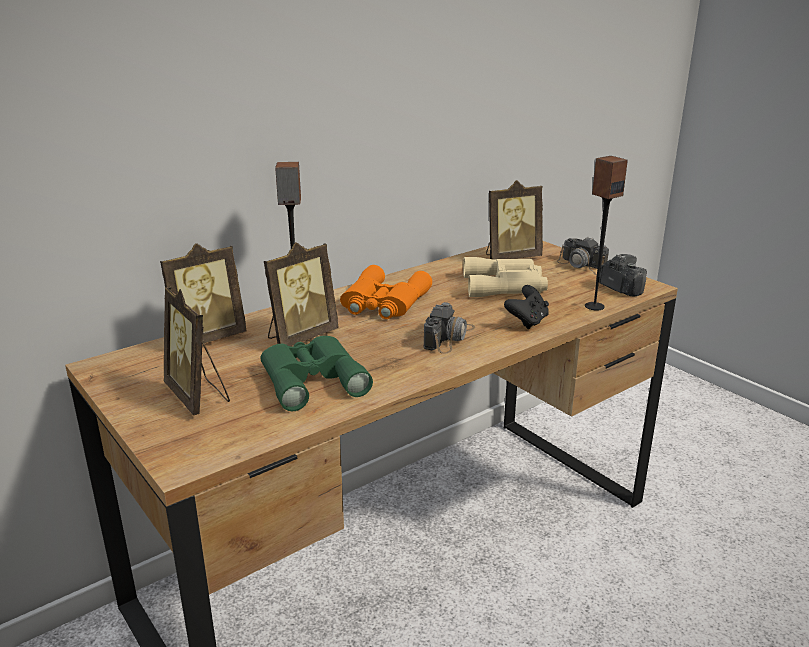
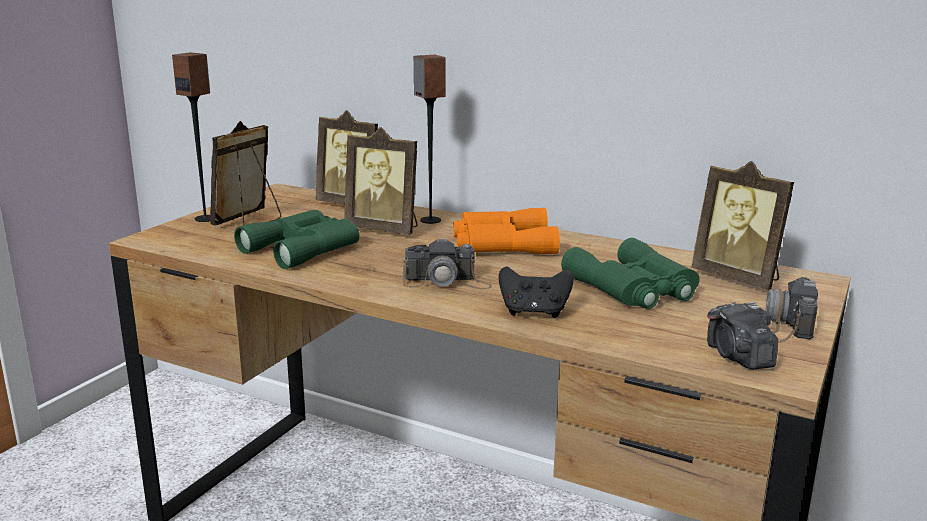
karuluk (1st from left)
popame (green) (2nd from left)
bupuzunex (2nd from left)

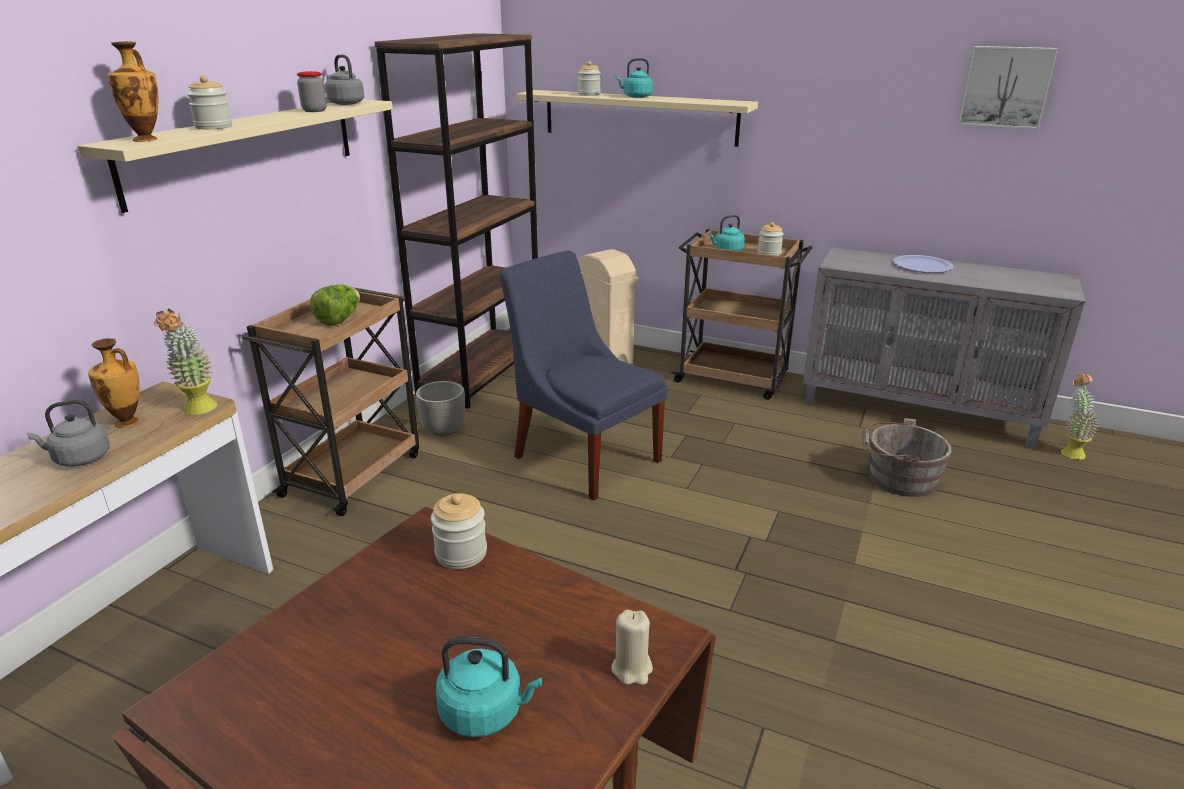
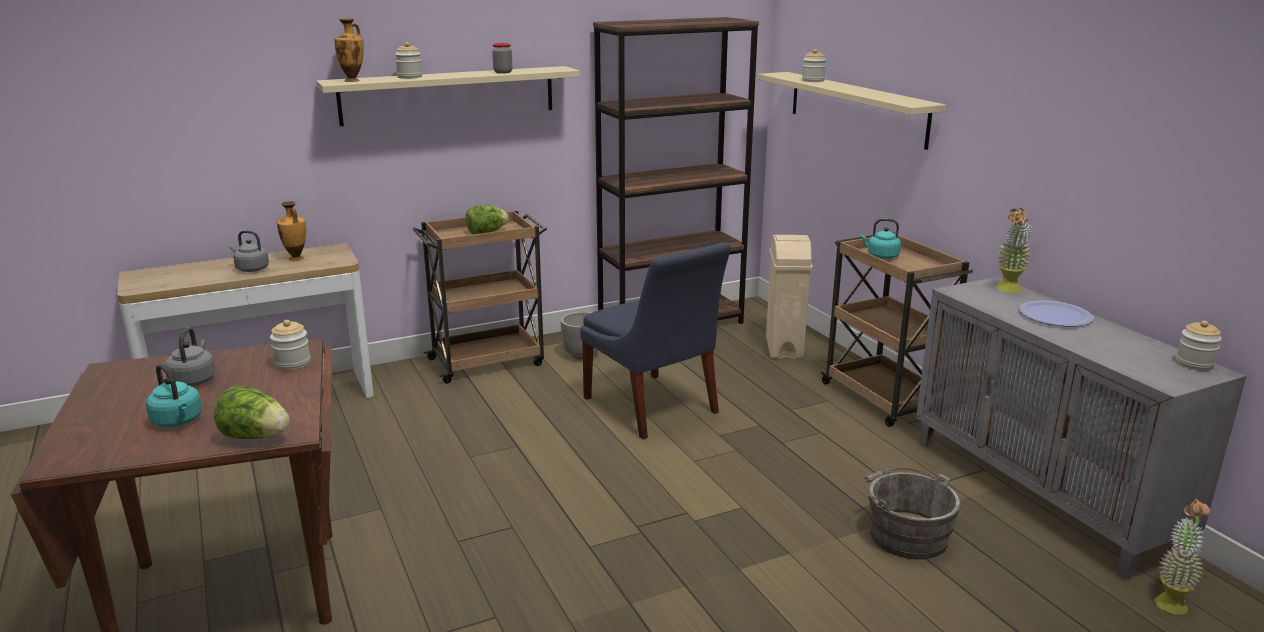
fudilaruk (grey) (1st from left)
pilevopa (1st from left)
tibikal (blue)
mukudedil (1st from left)
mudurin (5th from left)
fudilaruk (turquoise) (2nd from left in the first image)
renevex

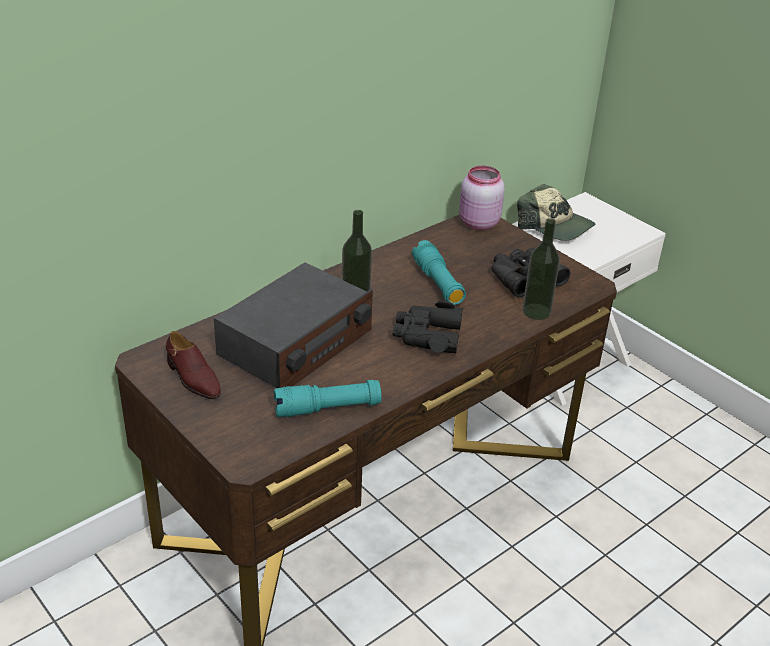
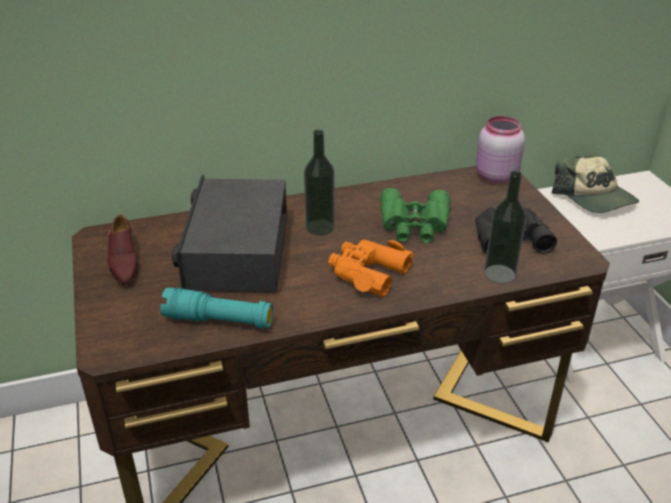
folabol
popame (orange)
popame (green)

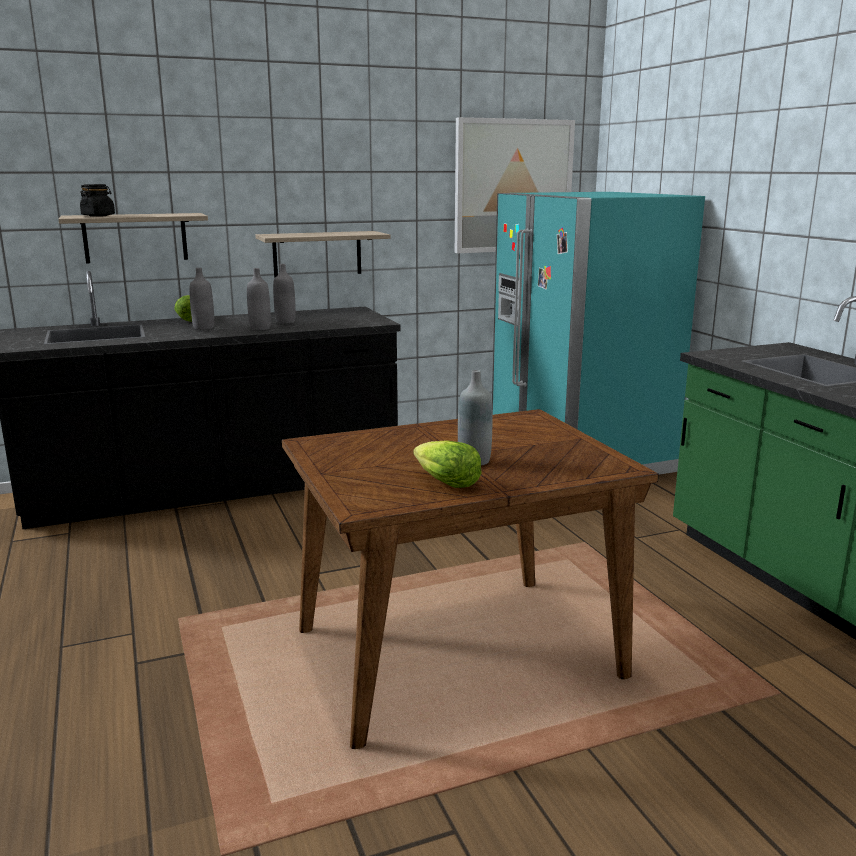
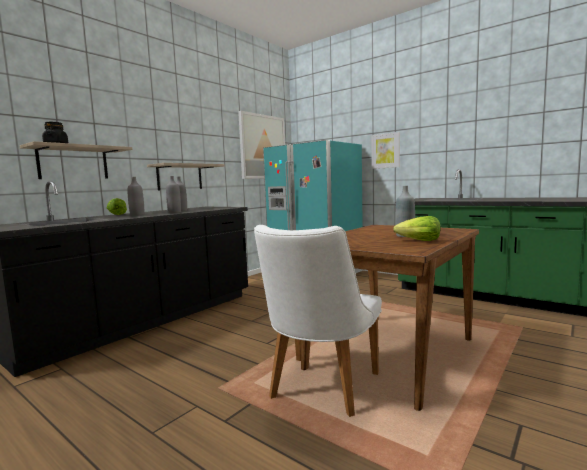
tibikal (white)
renevex (2nd from left)

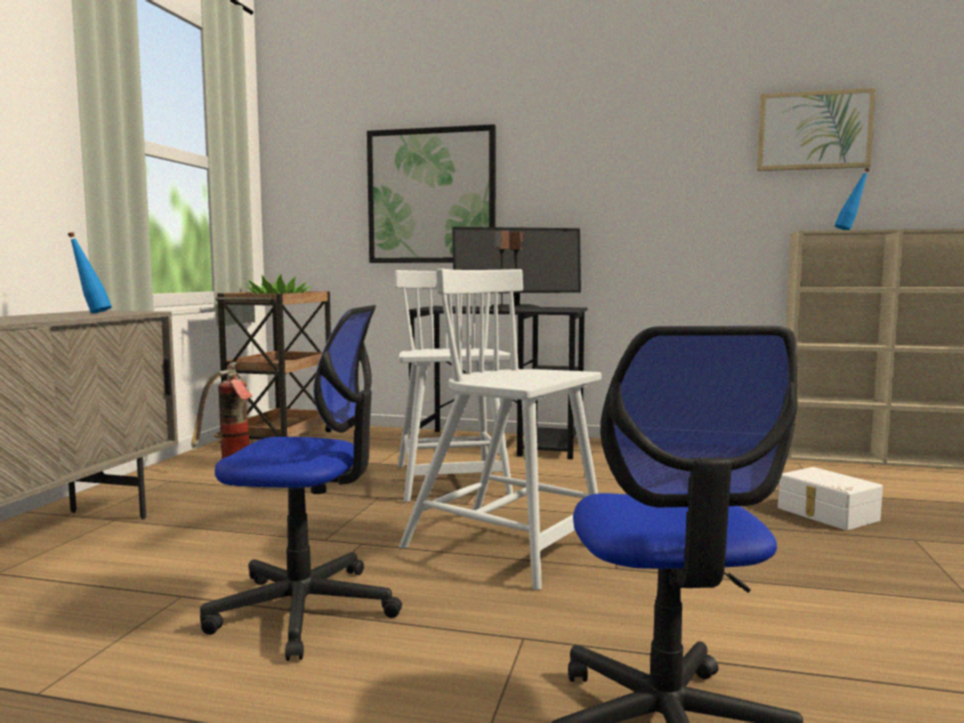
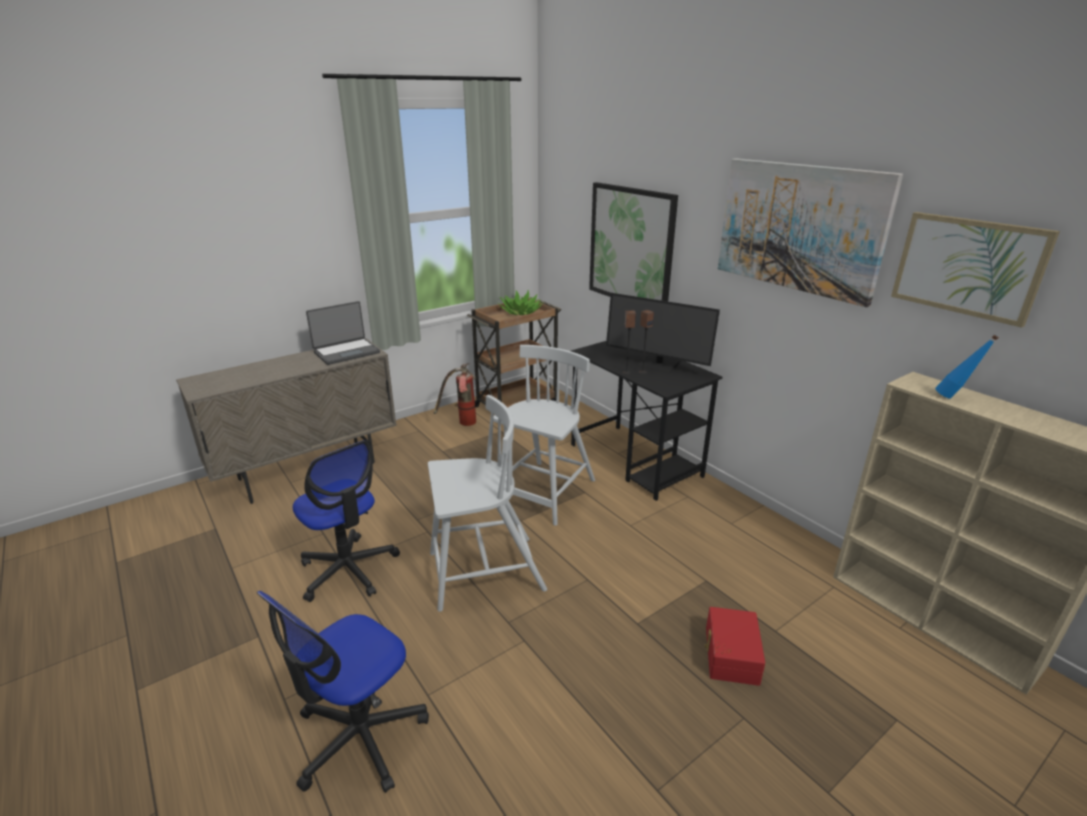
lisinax
tibikal (white) (1st from left)
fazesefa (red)
renevex (2nd from left)

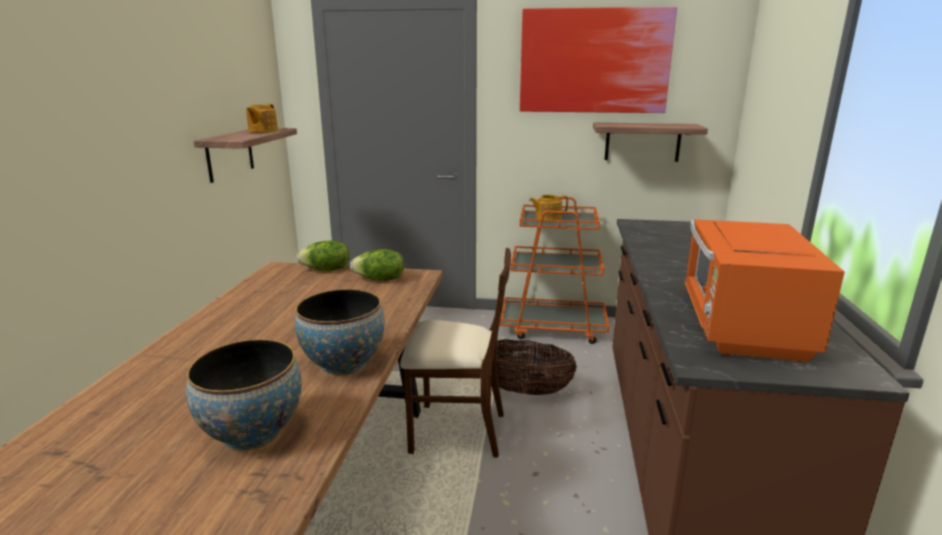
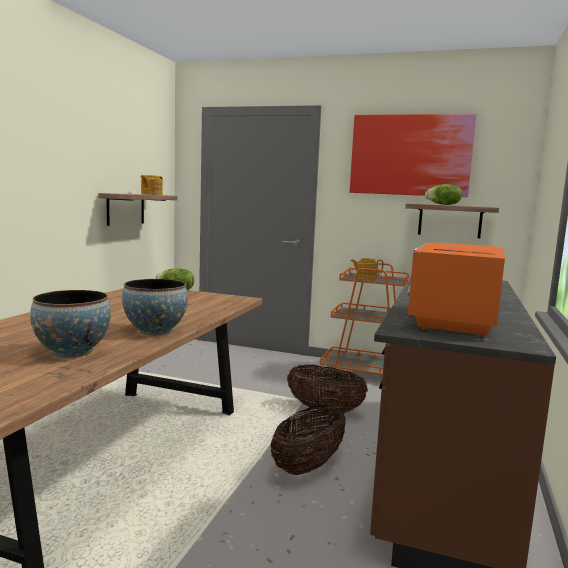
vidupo (1st from left)
pilevopa (2nd from left)
tibikal (beige)

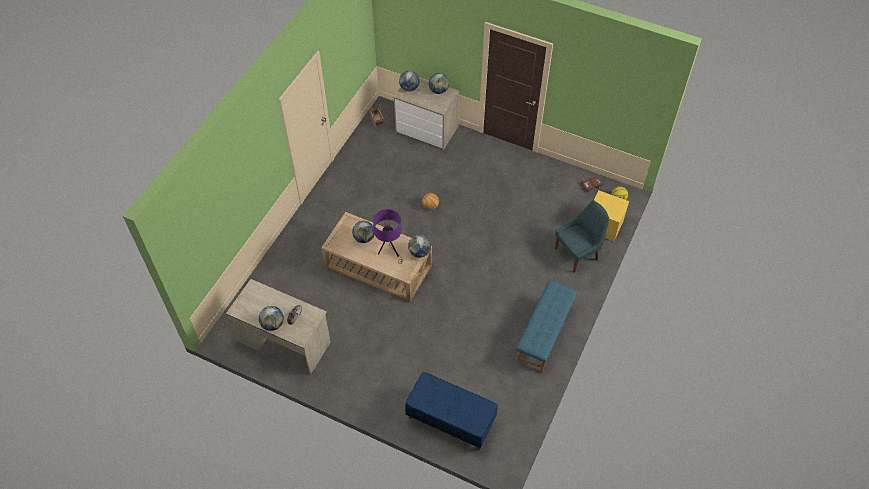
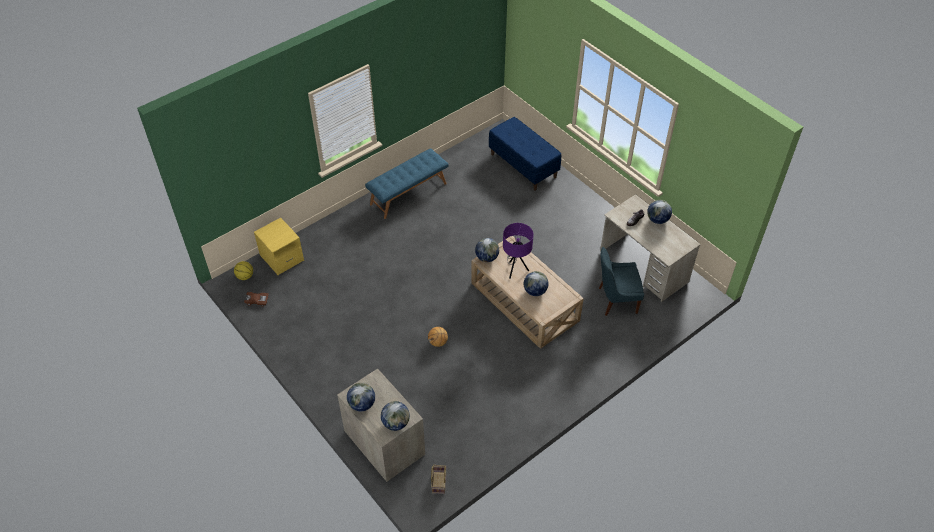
tibikal (blue)

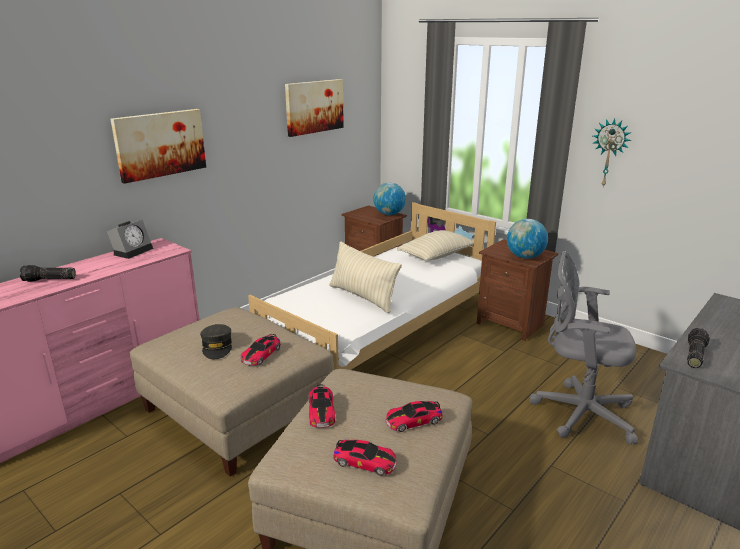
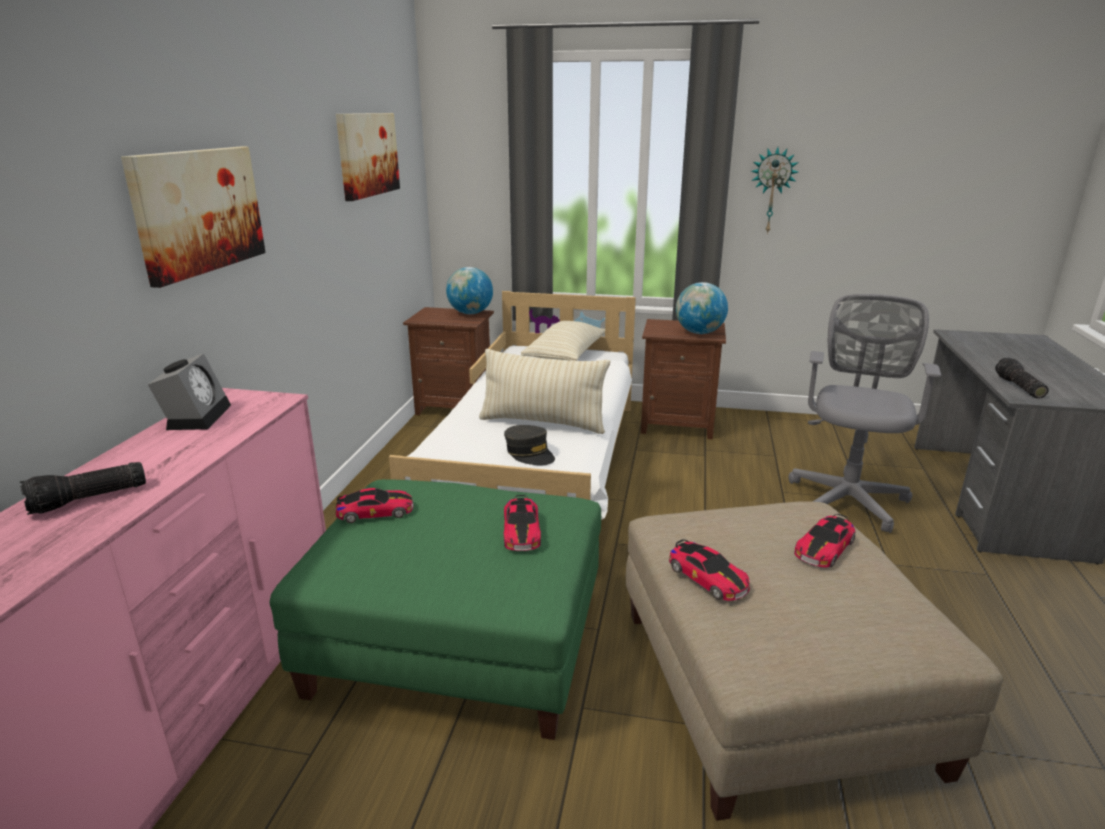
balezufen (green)
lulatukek (1st from left)
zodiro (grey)
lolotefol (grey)

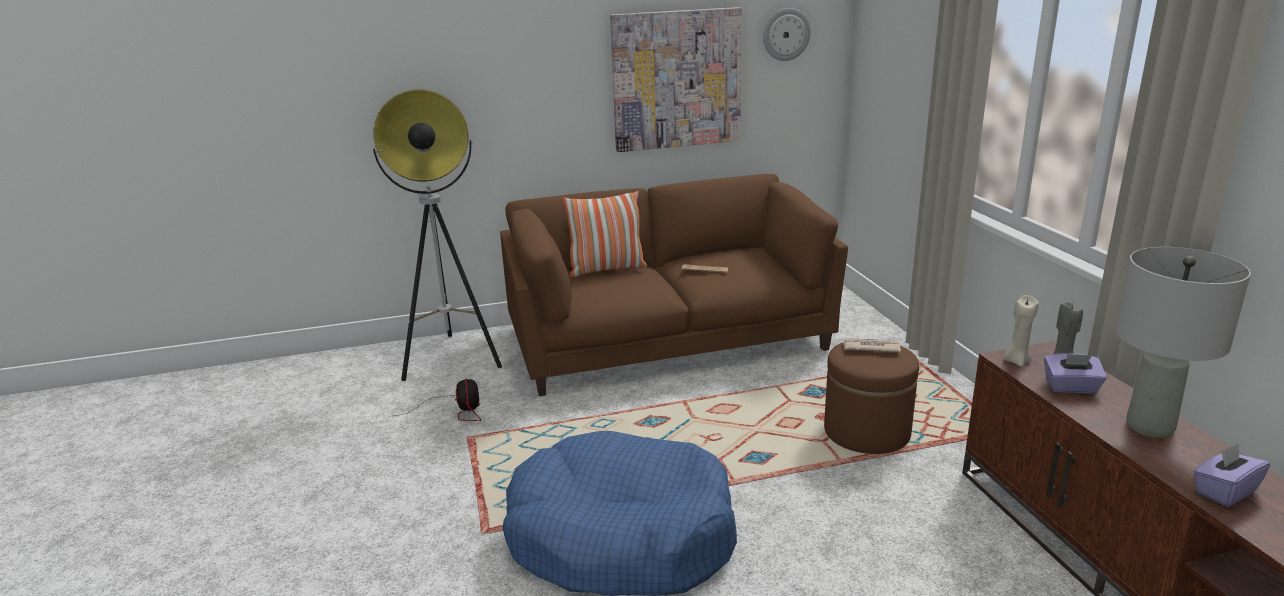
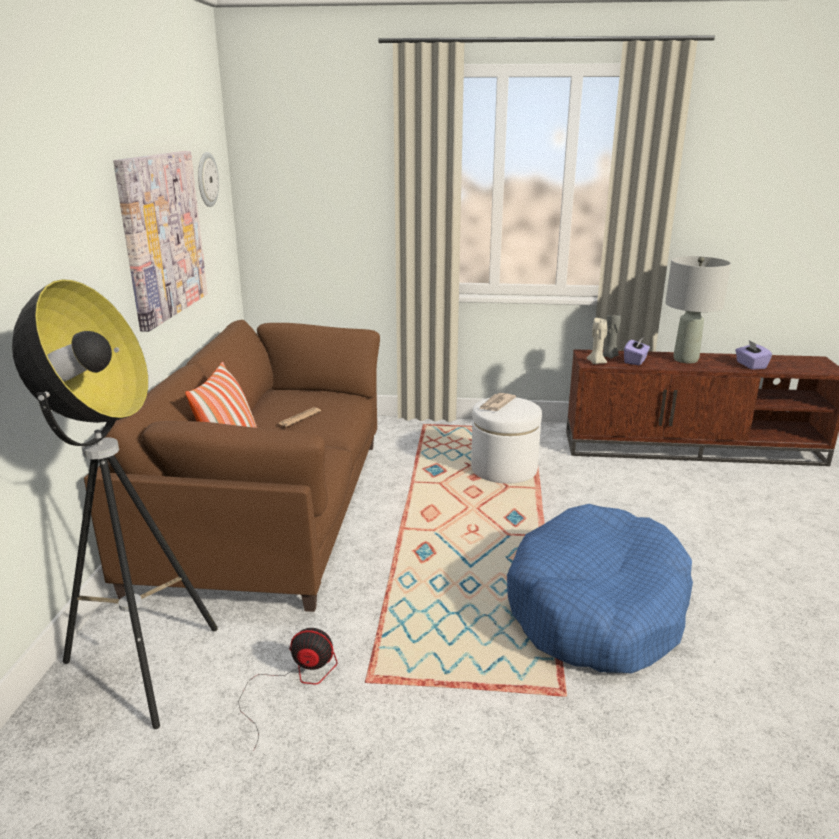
balezufen (white)

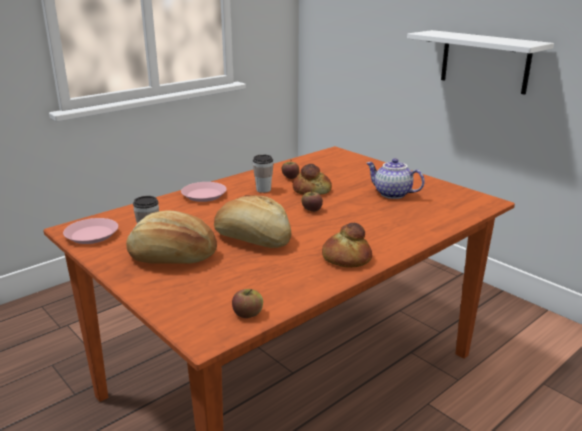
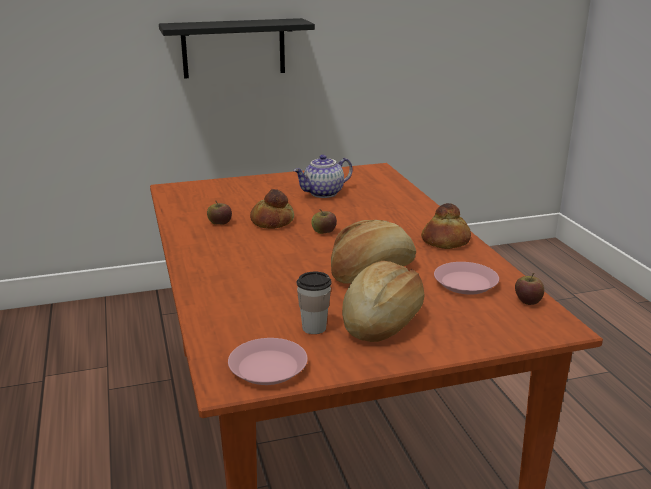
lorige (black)
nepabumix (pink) (2nd from left)
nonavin (2nd from left in the first image)

